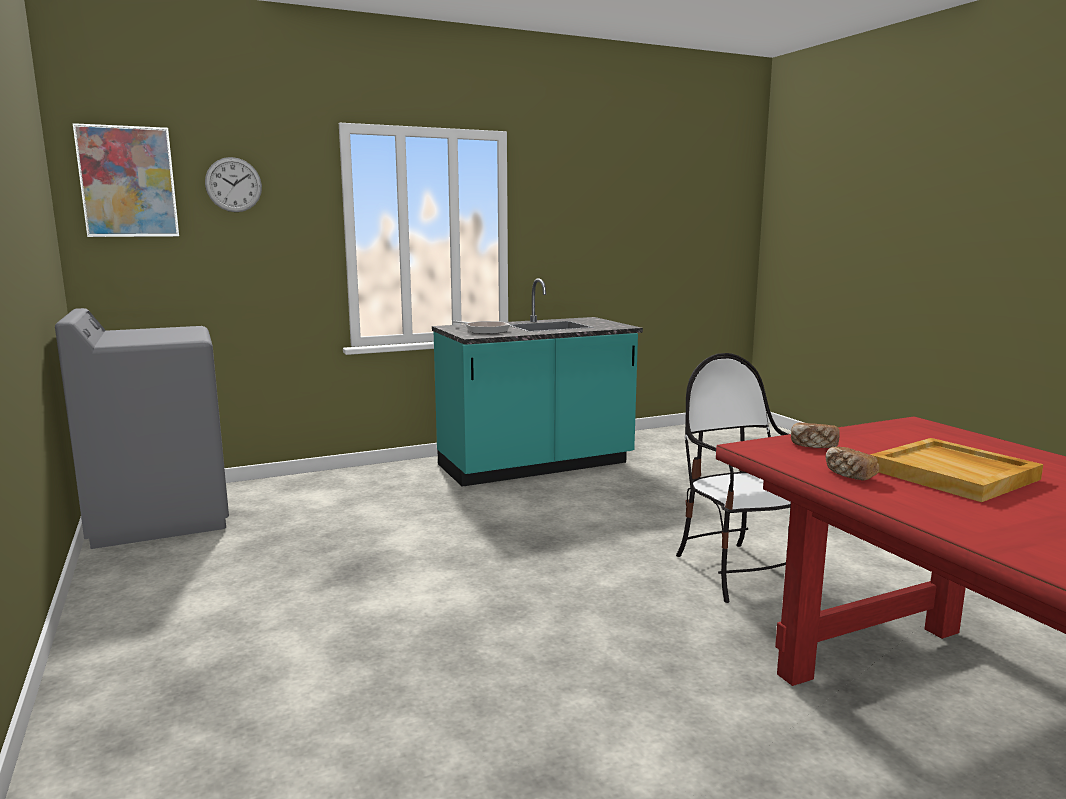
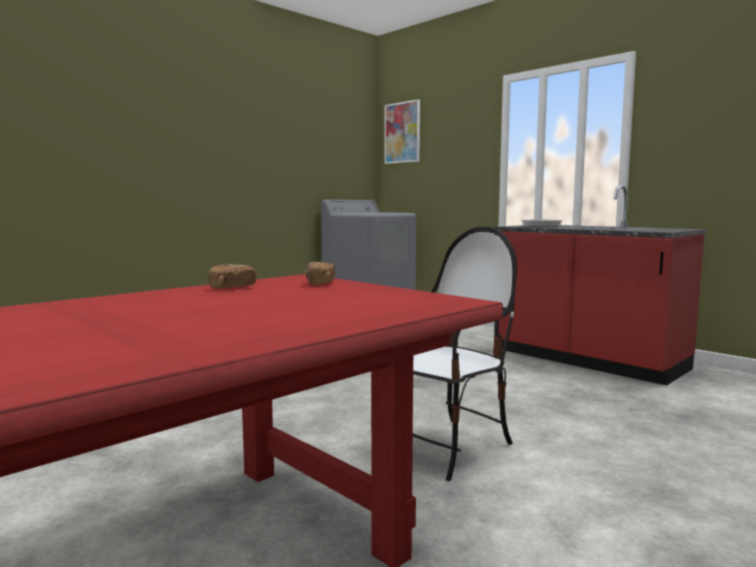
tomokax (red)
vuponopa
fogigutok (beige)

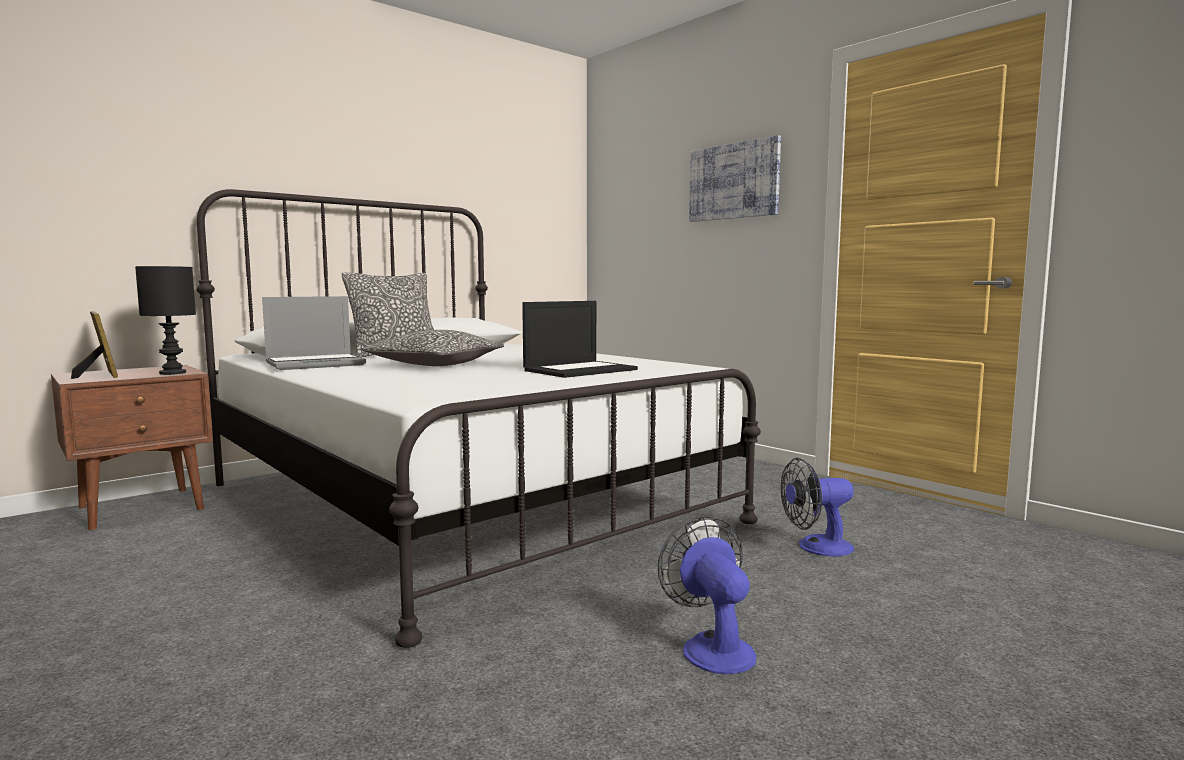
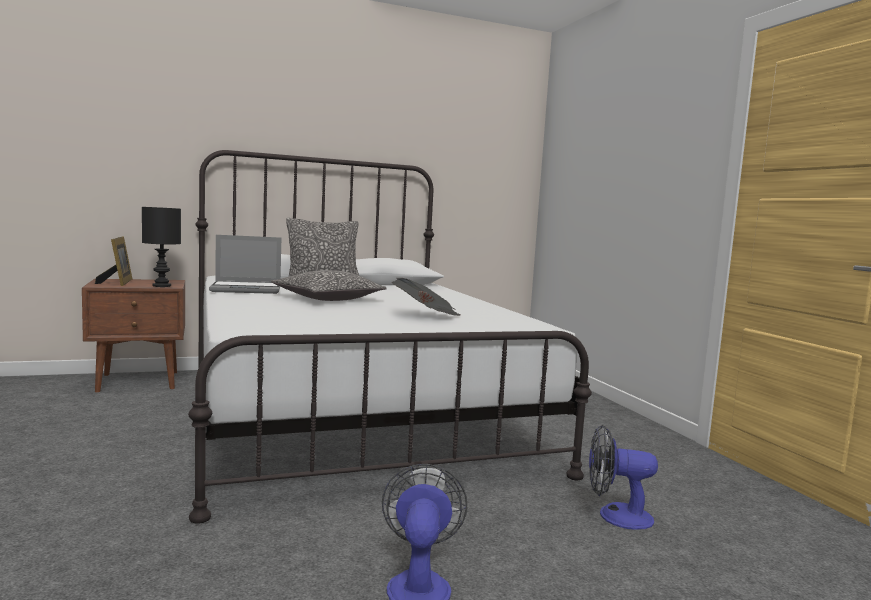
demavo
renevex

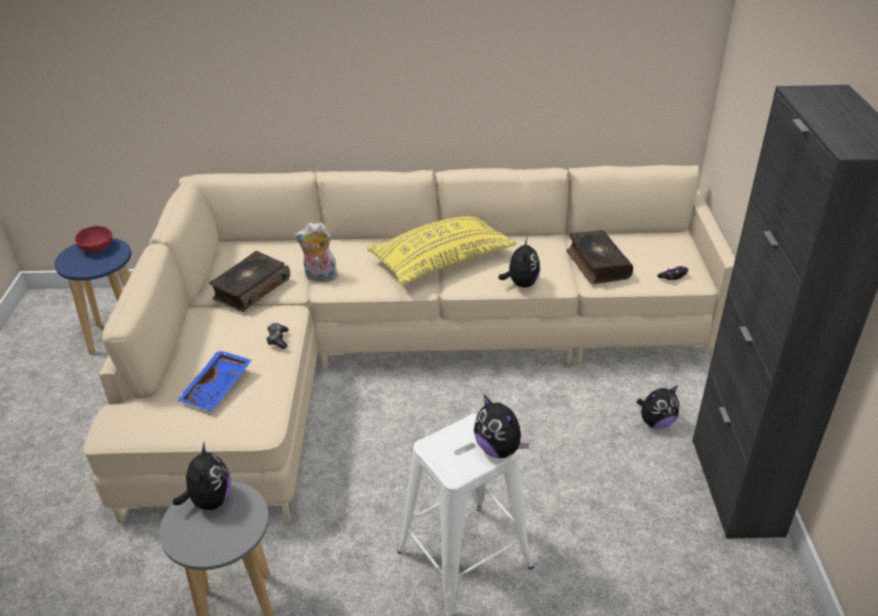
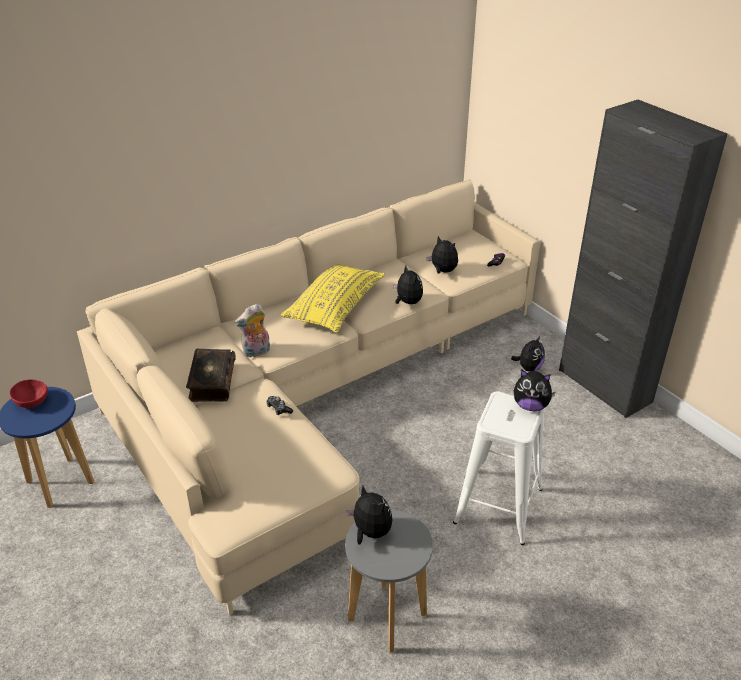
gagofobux (4th from left)
fogigutok (blue)

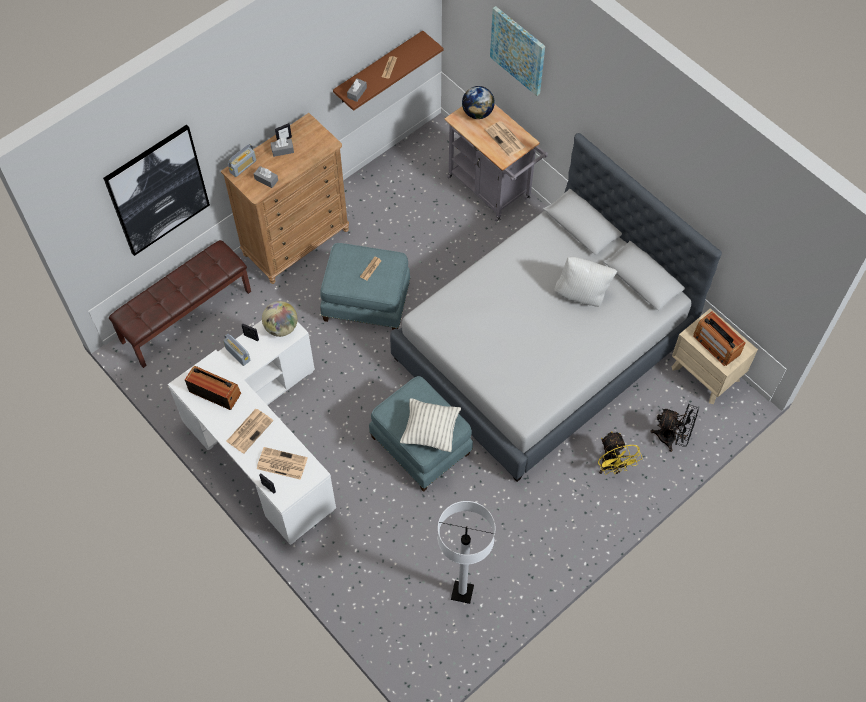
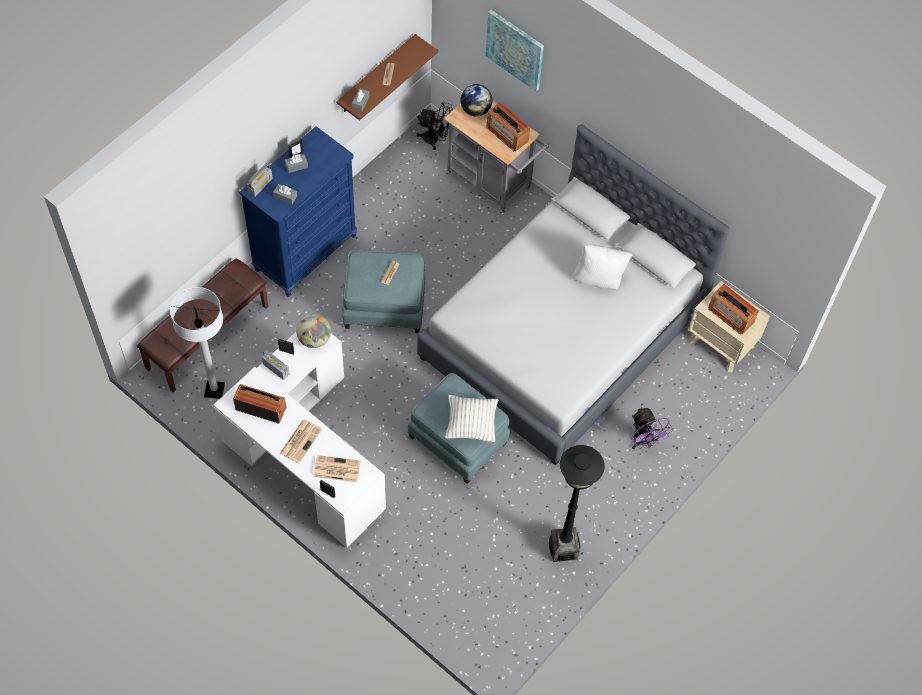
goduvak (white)
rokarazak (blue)
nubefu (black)
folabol (4th from left)
goduvak (black)
nubefu (purple)
renevex (1st from left in the first image)

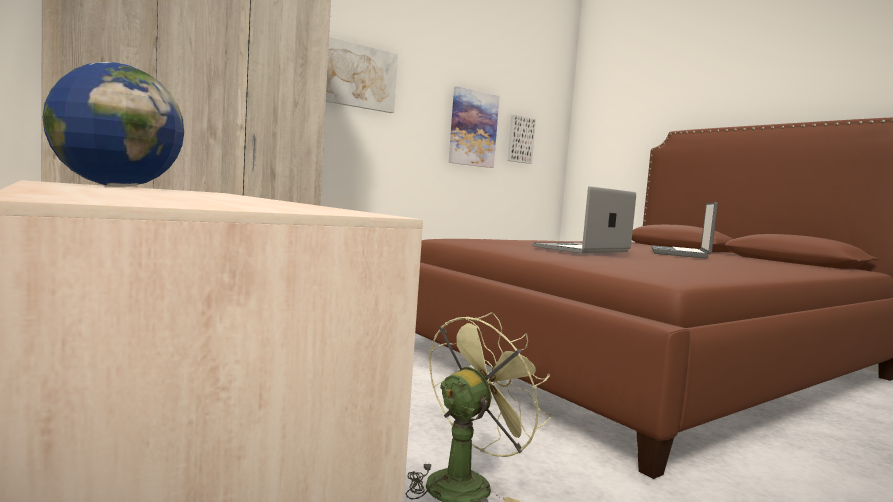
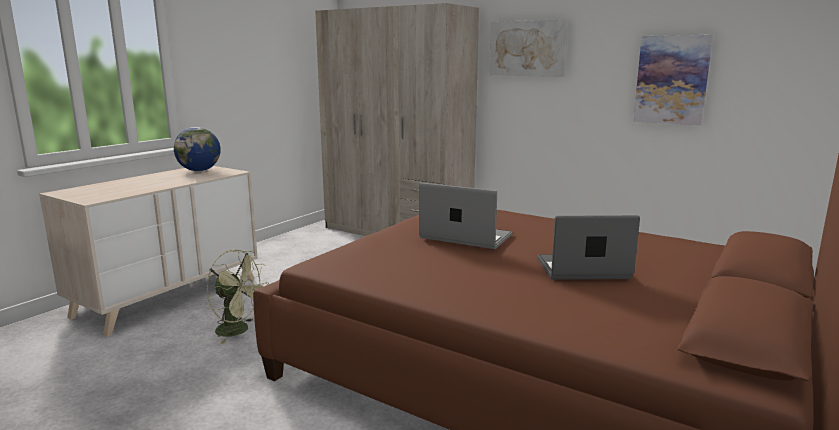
renevex (3rd from left in the first image)

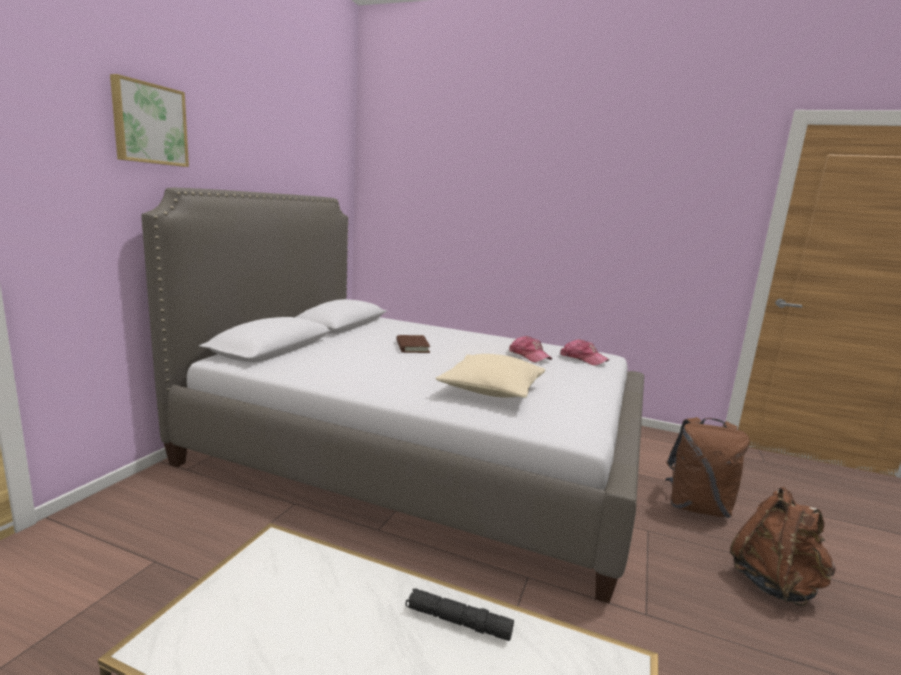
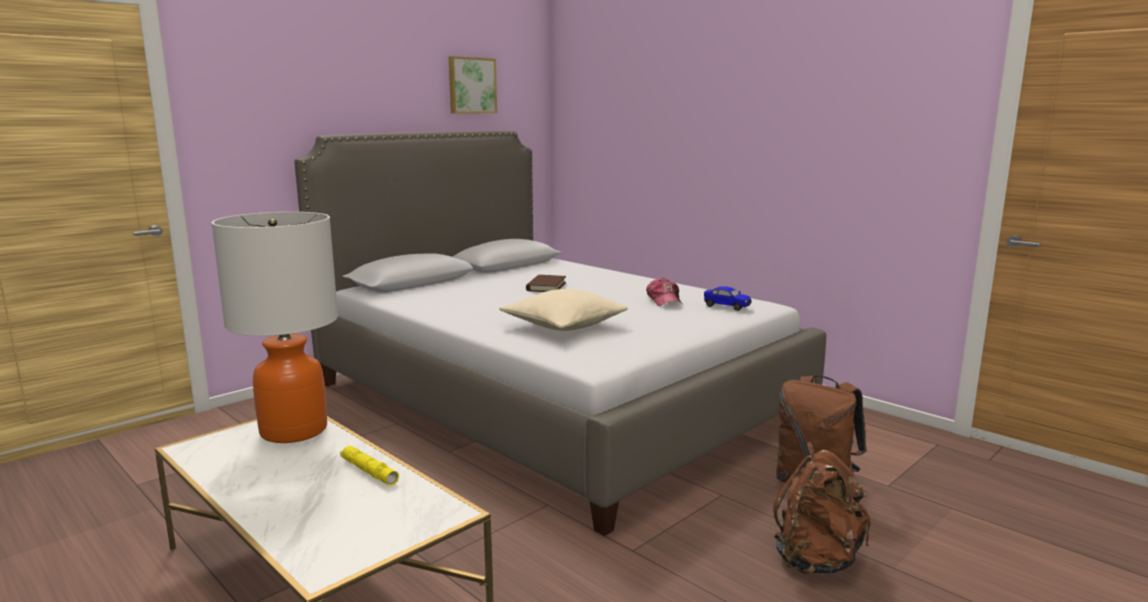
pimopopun
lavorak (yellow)
renevex
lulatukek

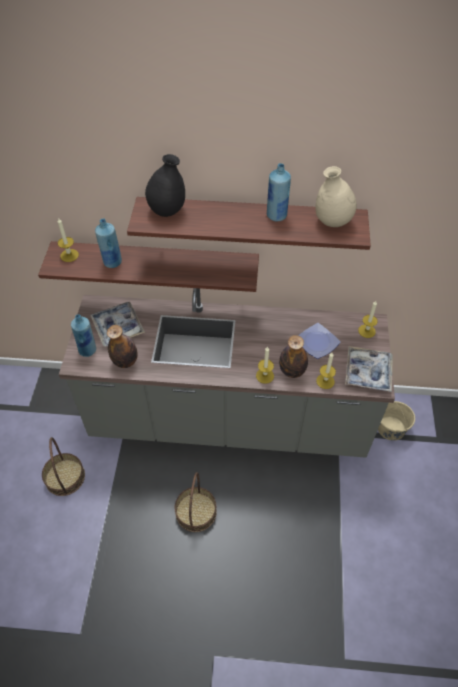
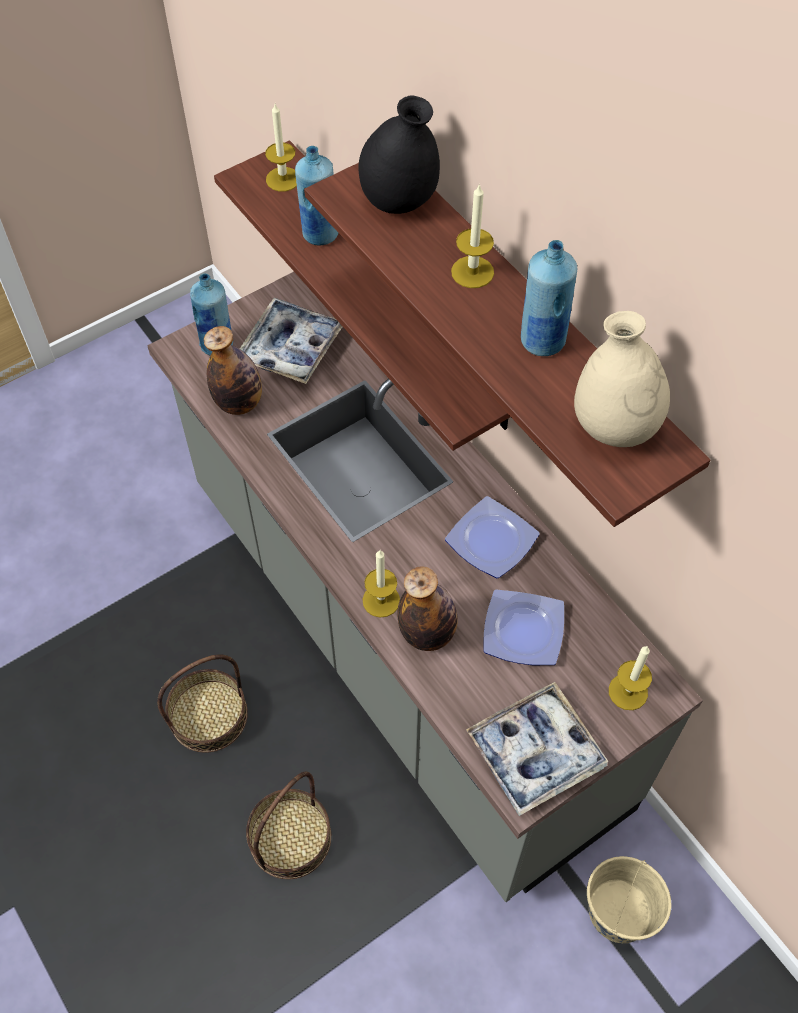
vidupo (2nd from left)
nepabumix (1st from left)
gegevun (3rd from left)

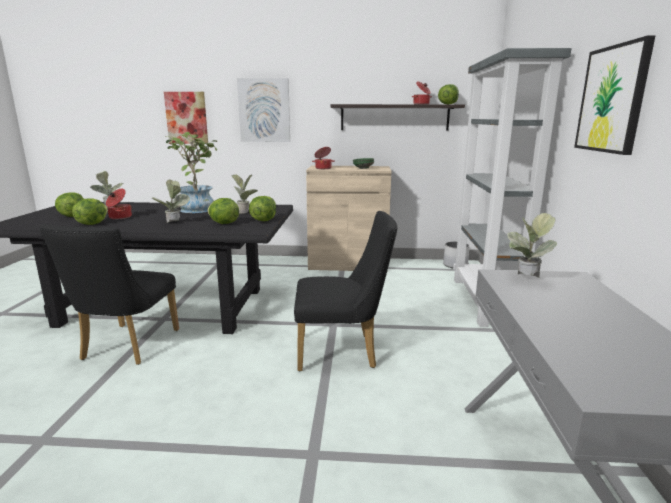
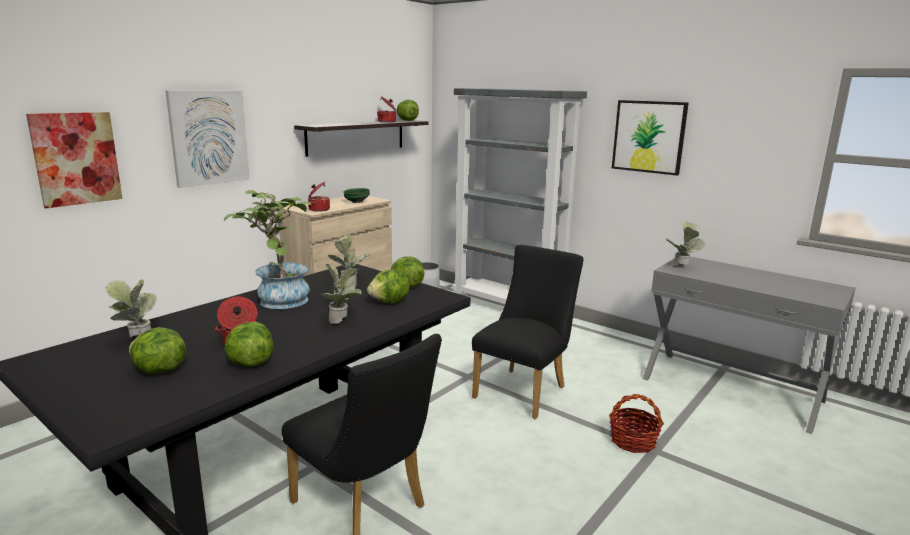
vidupo

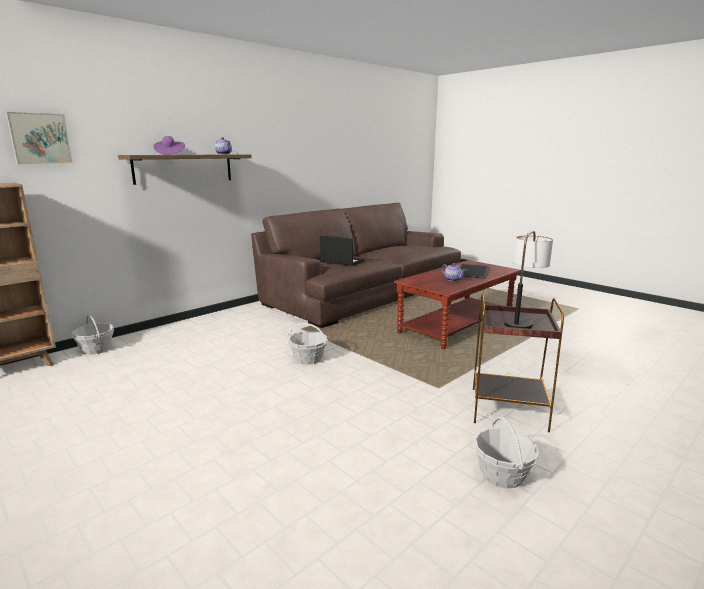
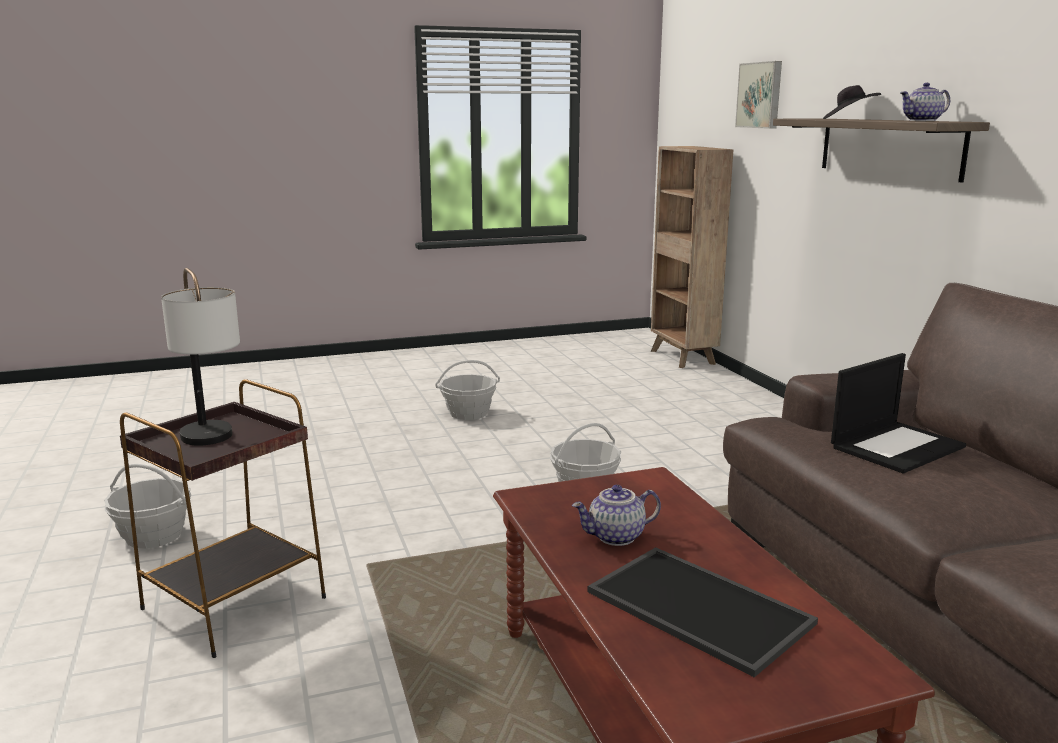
vidupo (2nd from left)
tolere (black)

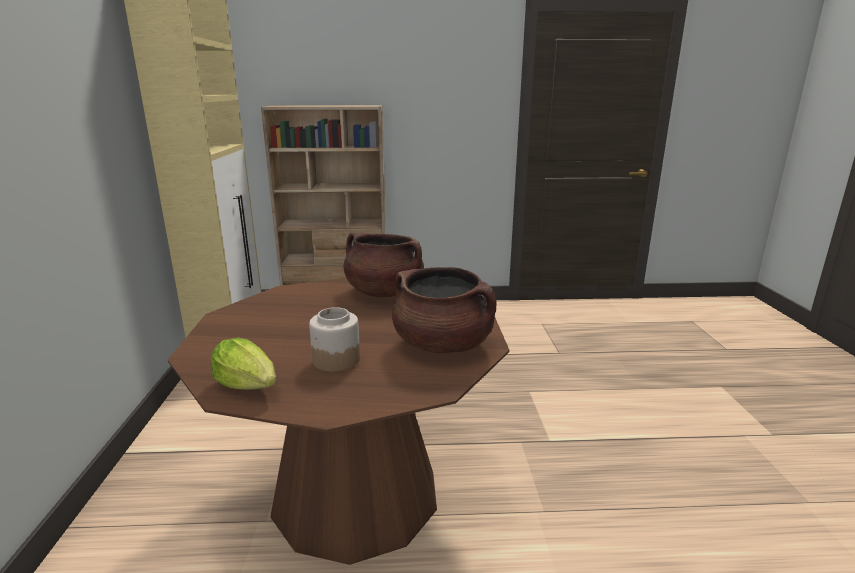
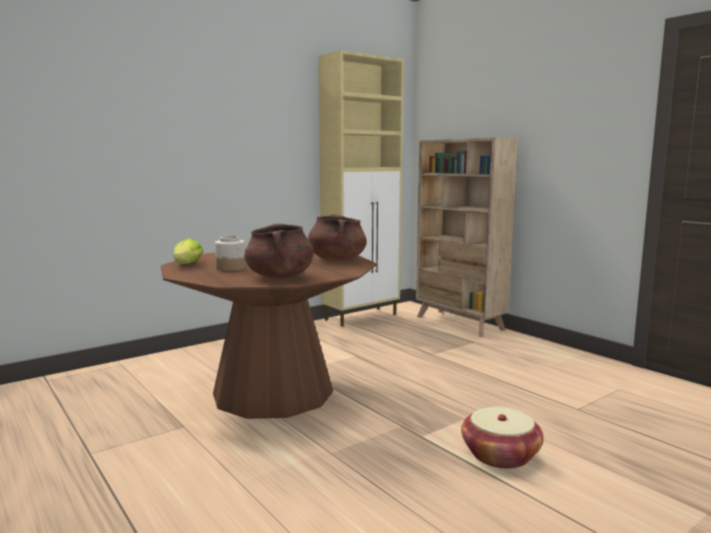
vidupo

